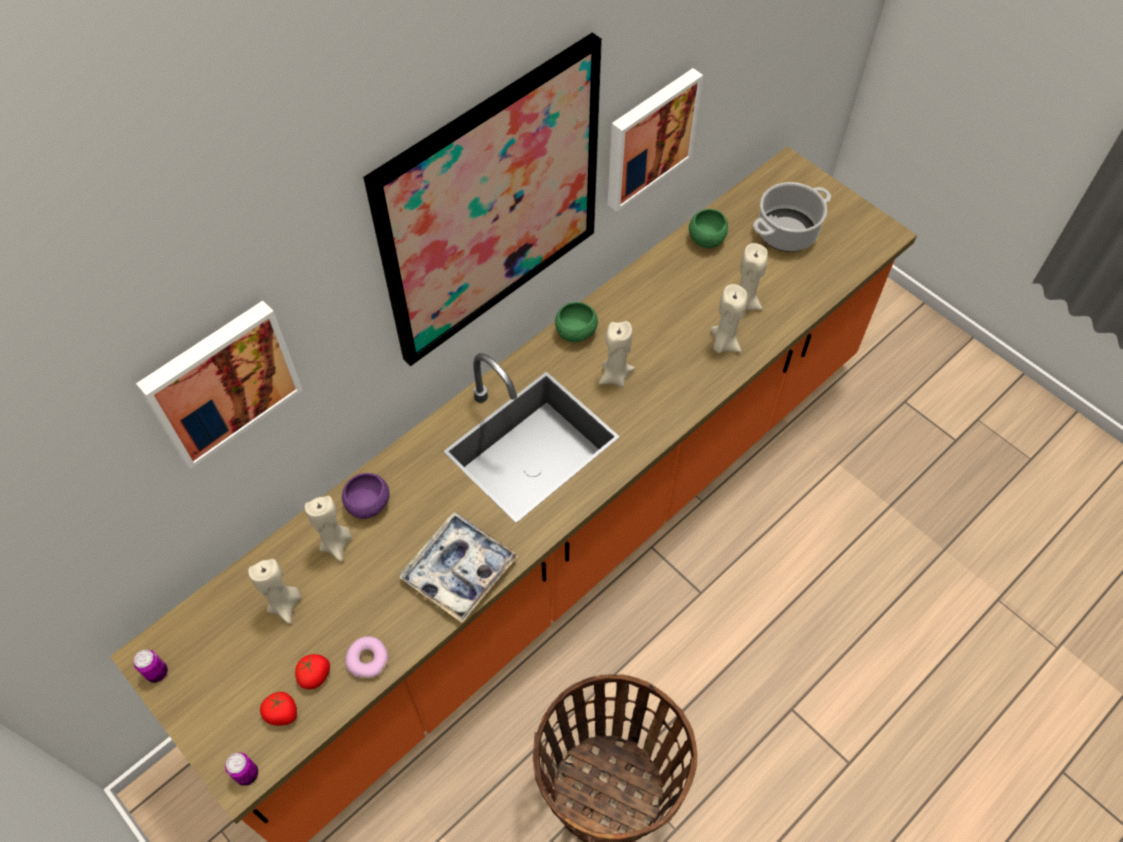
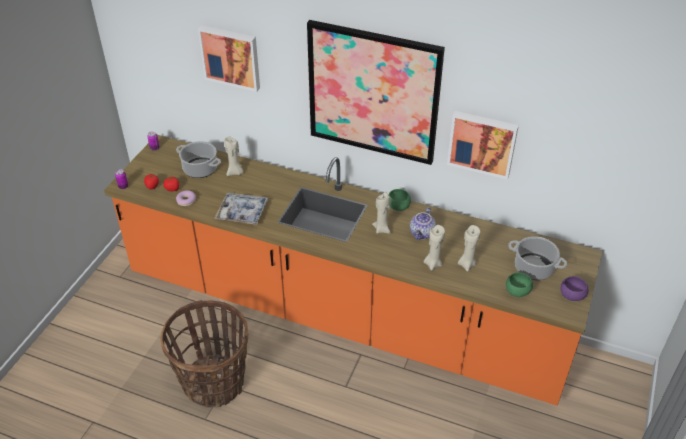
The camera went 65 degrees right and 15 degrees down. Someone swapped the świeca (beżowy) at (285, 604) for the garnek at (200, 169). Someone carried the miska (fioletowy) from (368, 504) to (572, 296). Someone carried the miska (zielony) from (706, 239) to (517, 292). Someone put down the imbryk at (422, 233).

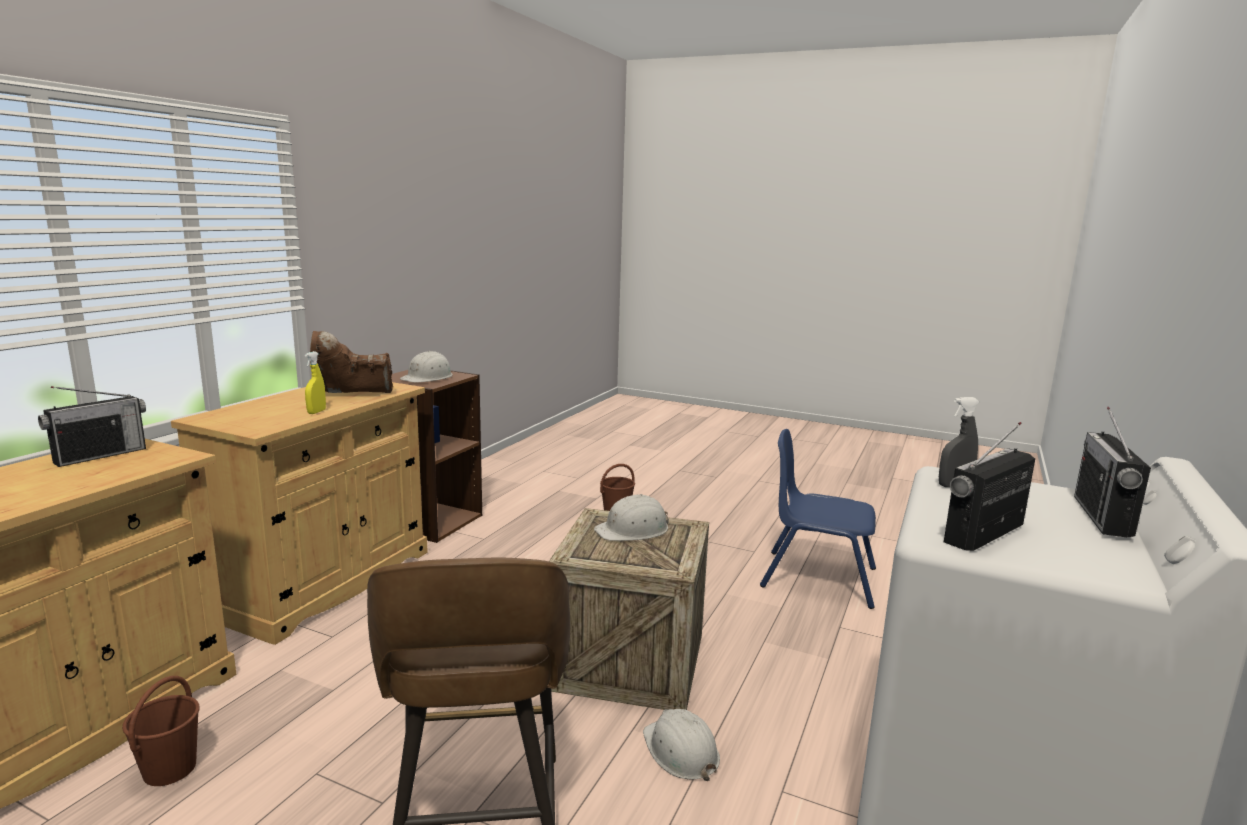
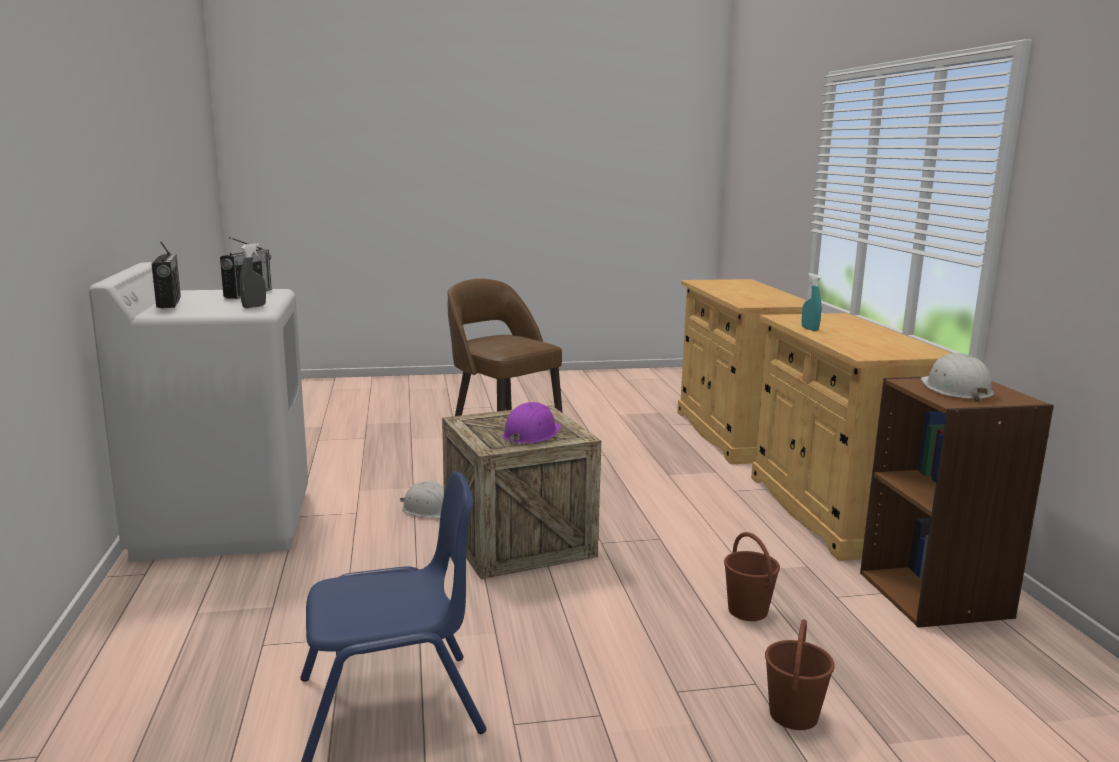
The camera went 145 degrees right and 0 degrees up. Someone took away the radio at (100, 455). Someone carried the wiadro (brązowy) from (170, 768) to (748, 611). Someone repainted the spryskiwacz (żółty) at (316, 412), which became the spryskiwacz (turkusowy) at (809, 329). Someone took away the but z cholewką (brązowy) at (351, 396). Someone repainted the kask (biały) at (633, 530), which became the kask (fioletowy) at (531, 434).

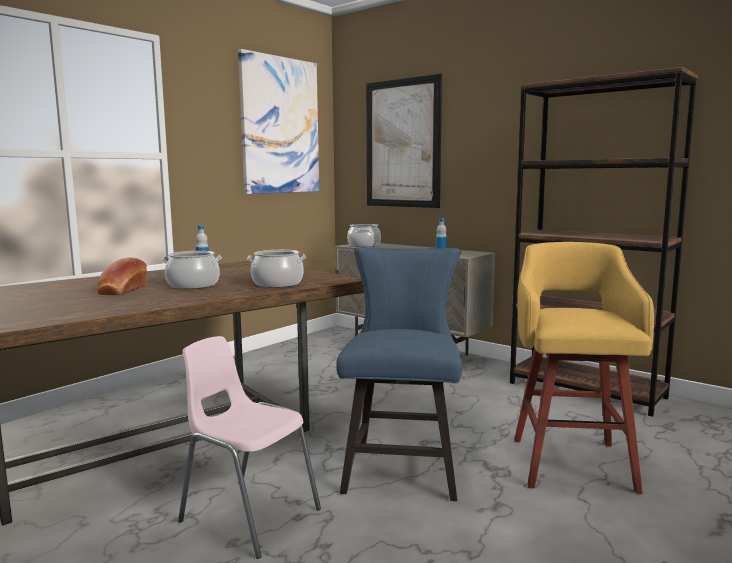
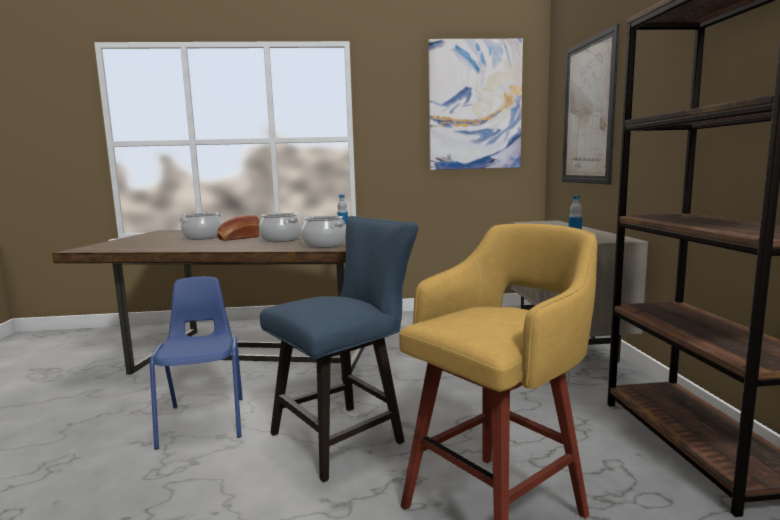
The camera went 45 degrees right and 0 degrees up. Someone repainted the krzesło (różowy) at (249, 515), which became the krzesło (niebieski) at (205, 421). Someone carried the garnek from (364, 245) to (203, 237).

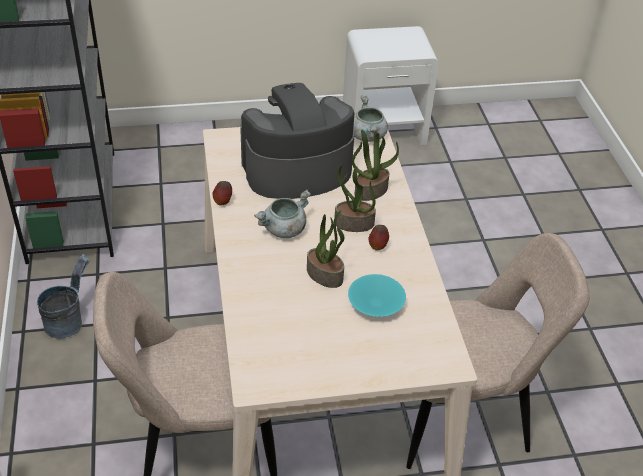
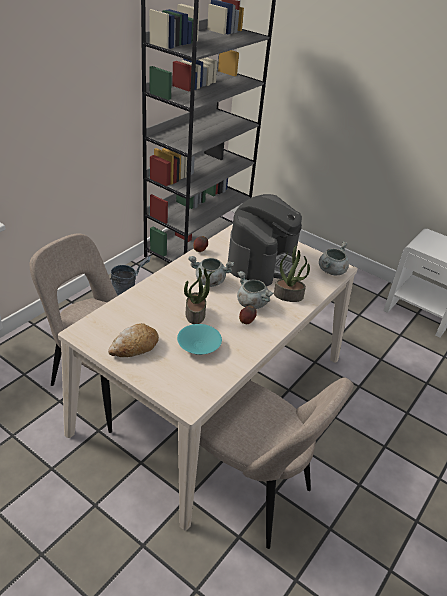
The camera went 45 degrees right and 5 degrees down. Someone rotated the ekspres do kawy at (296, 169) by 90 degrees clockwise. Someone swapped the roślina doniczkowa at (353, 224) for the garnek (szary) at (251, 303). Someone put down the chleb at (134, 347).

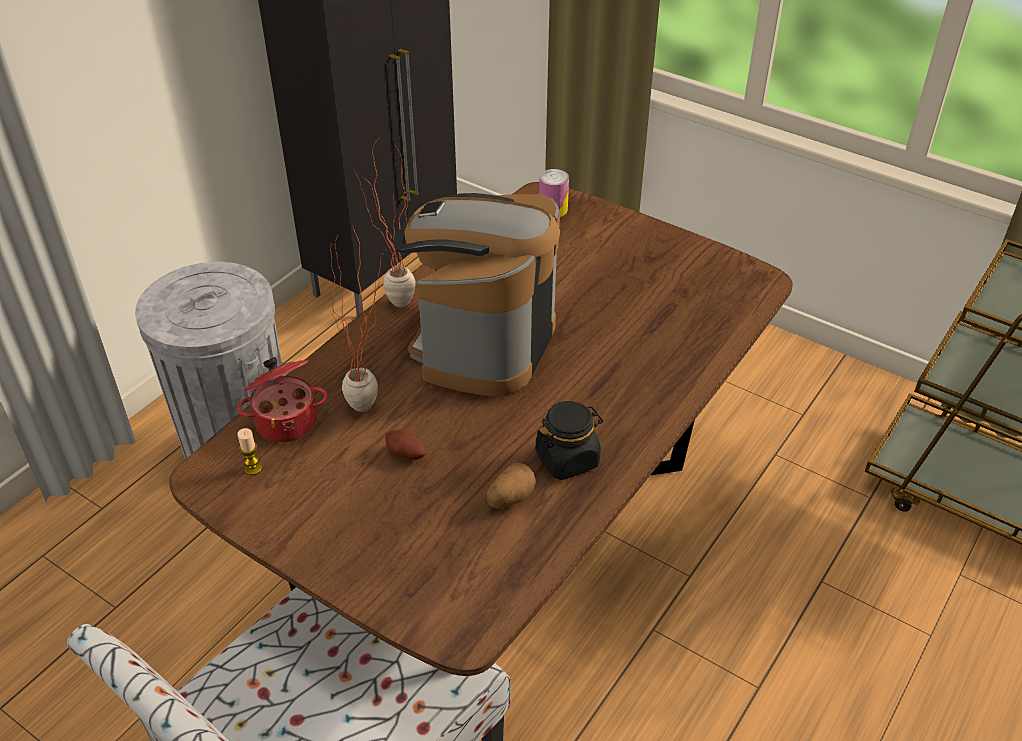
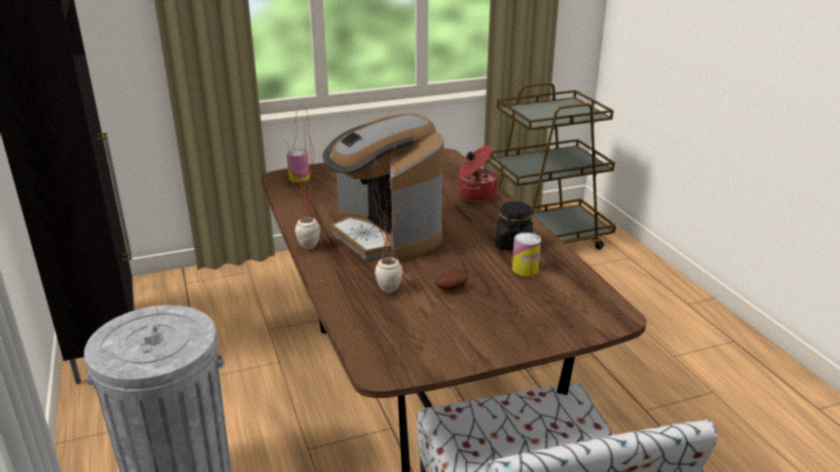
The camera went 55 degrees left and 15 degrees down. Someone carried the garnek from (286, 421) to (476, 194). Someone took away the świeca at (253, 468). Someone swapped the ziemniak at (510, 497) for the puszka at (525, 269).

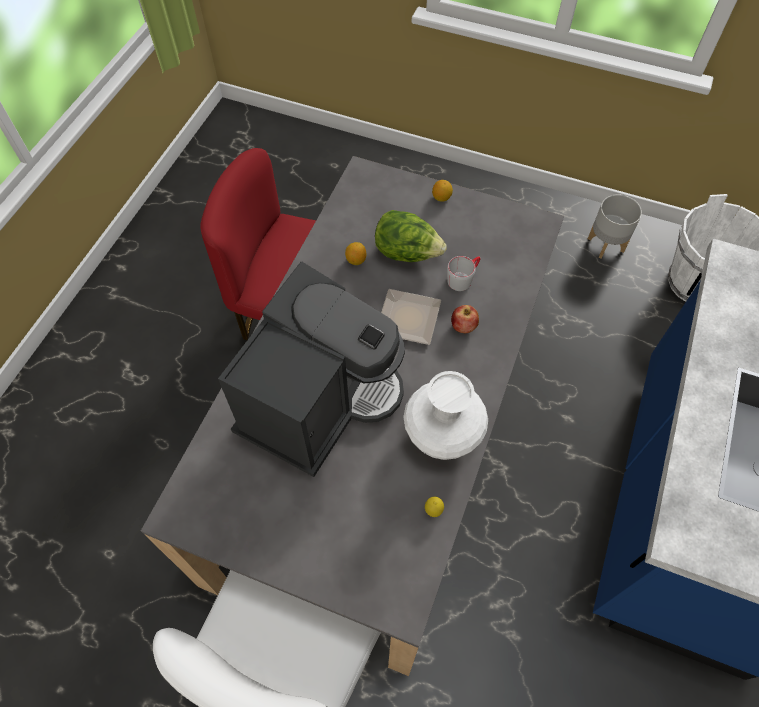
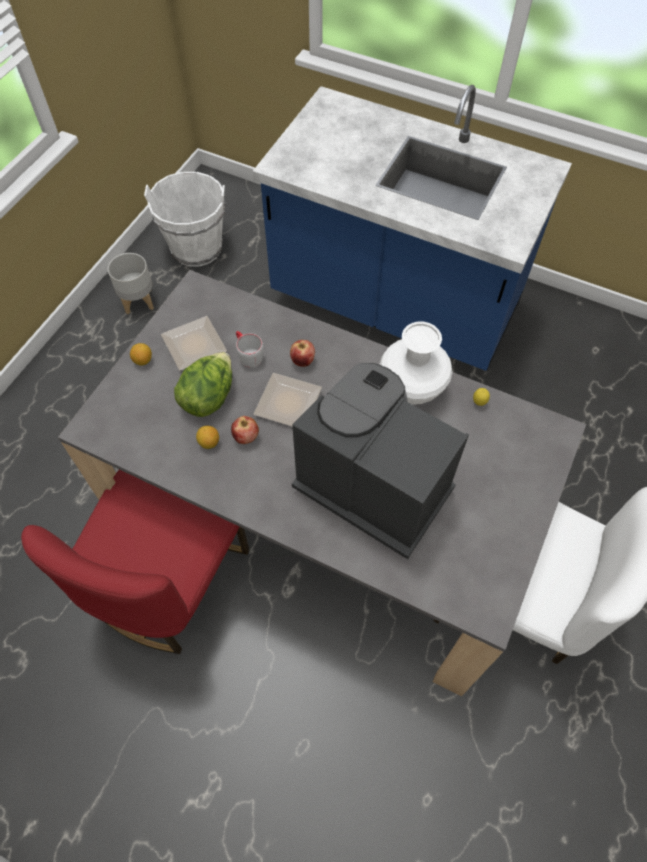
The camera went 85 degrees left and 0 degrees up. Someone put down the talerz at (192, 344). Someone put down the jabłko at (246, 437).

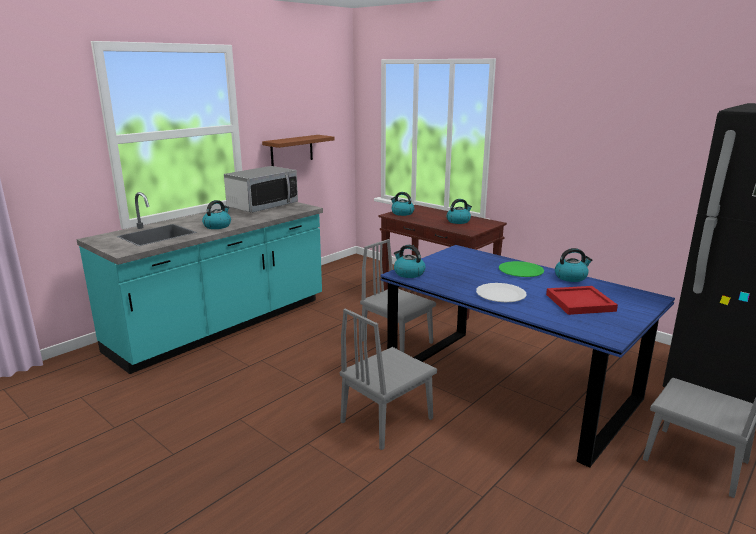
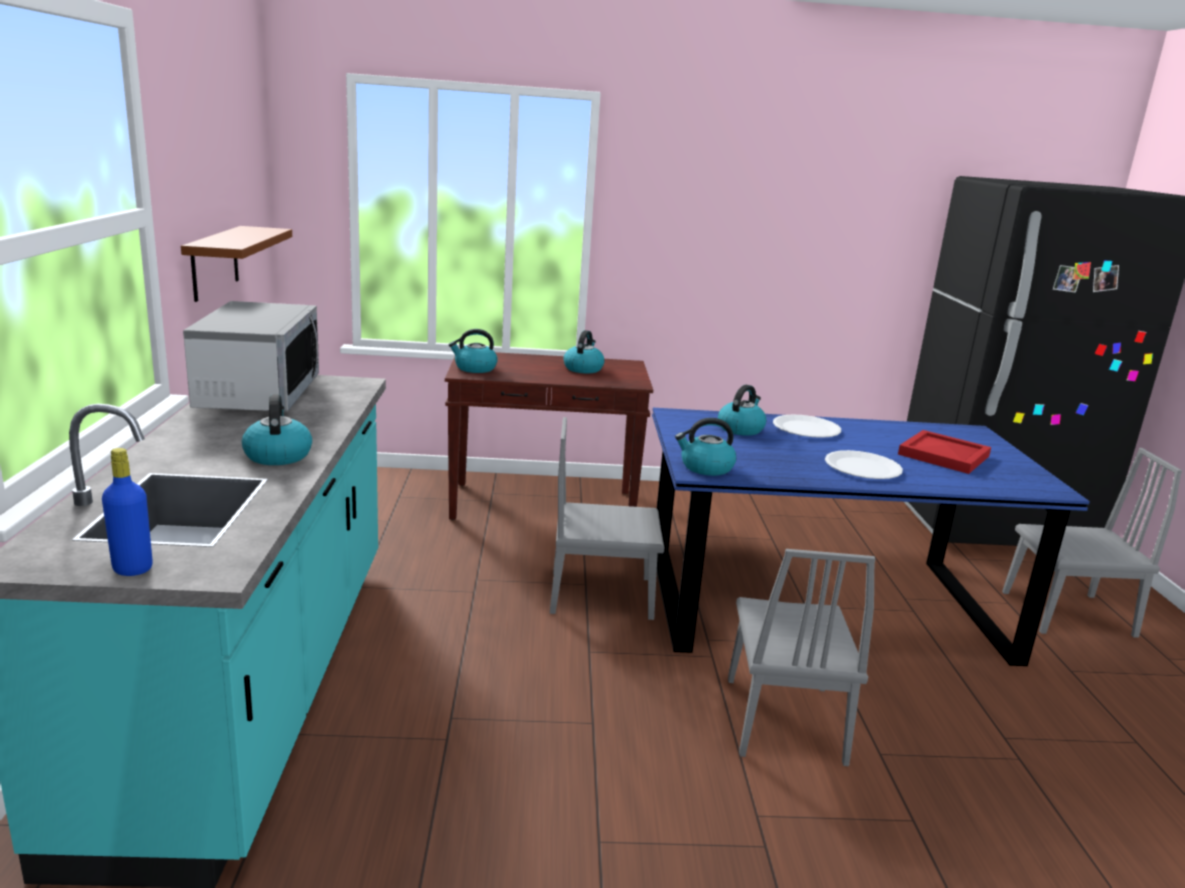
The camera went 45 degrees left and 0 degrees up. Someone repainted the talerz (zielony) at (520, 271), which became the talerz (biały) at (806, 428). Someone carried the czajnik from (571, 277) to (740, 429). Someone put down the butelka (niebieski) at (133, 568).

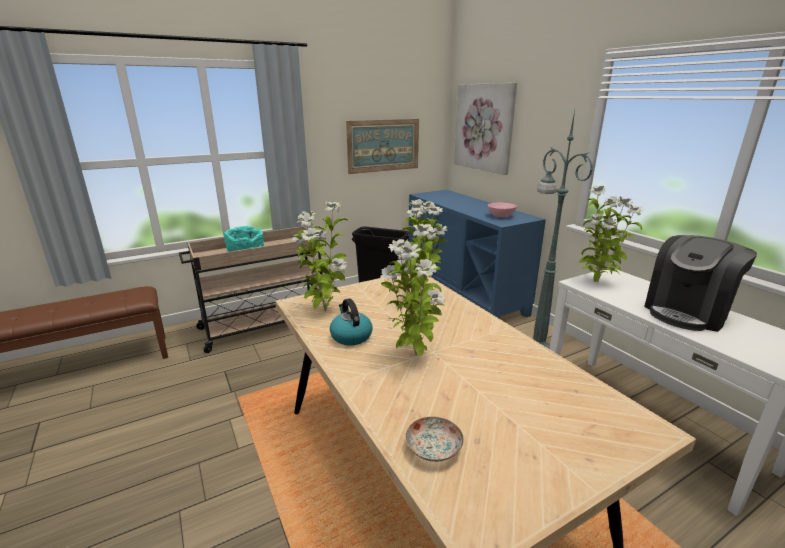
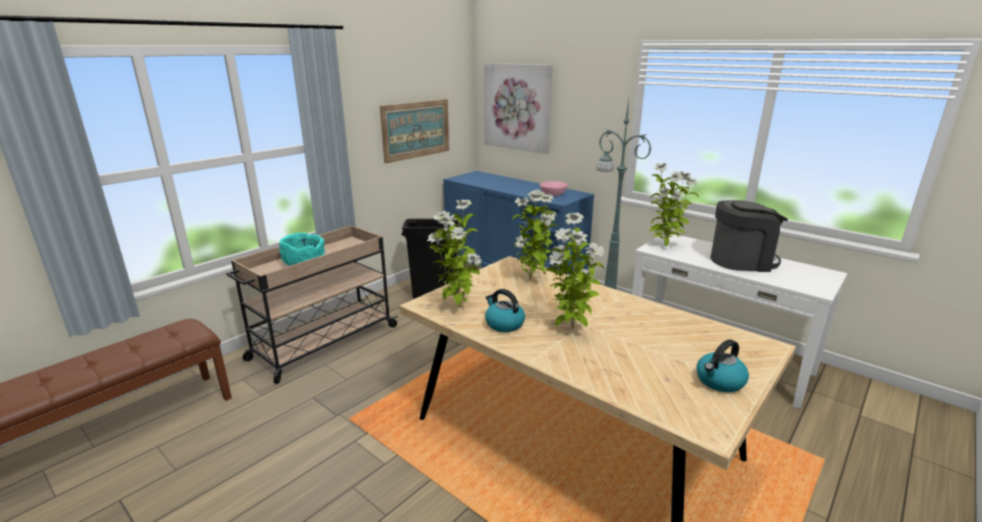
The camera went 20 degrees left and 0 degrees up. Someone took away the talerz at (434, 448). Someone rotated the ekspres do kawy at (687, 312) by 120 degrees counterclockwise. Someone put down the czajnik at (719, 381).

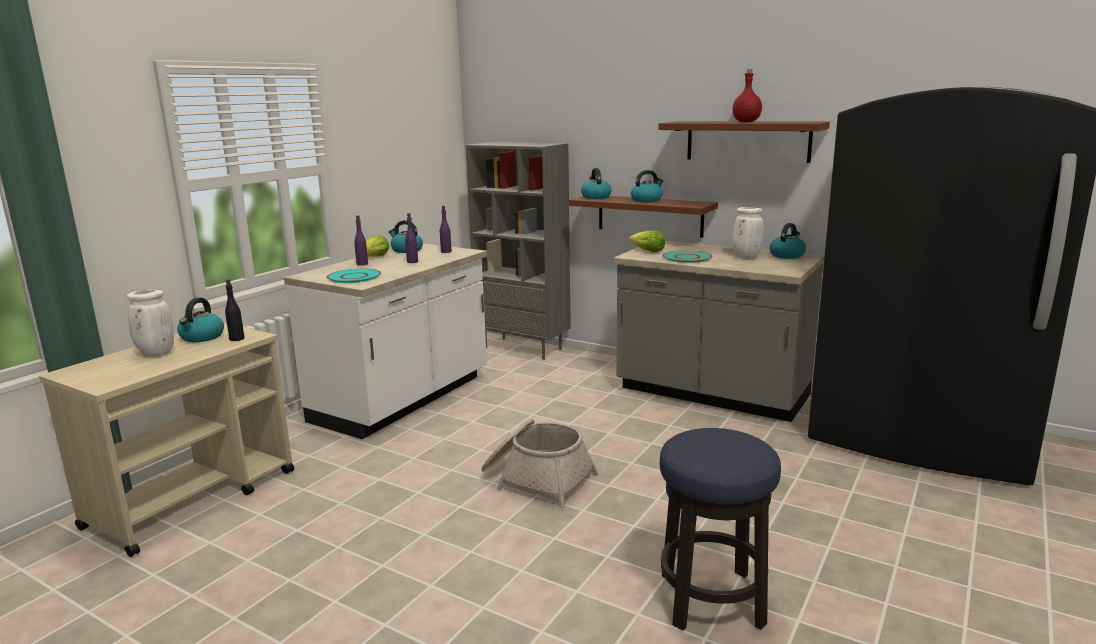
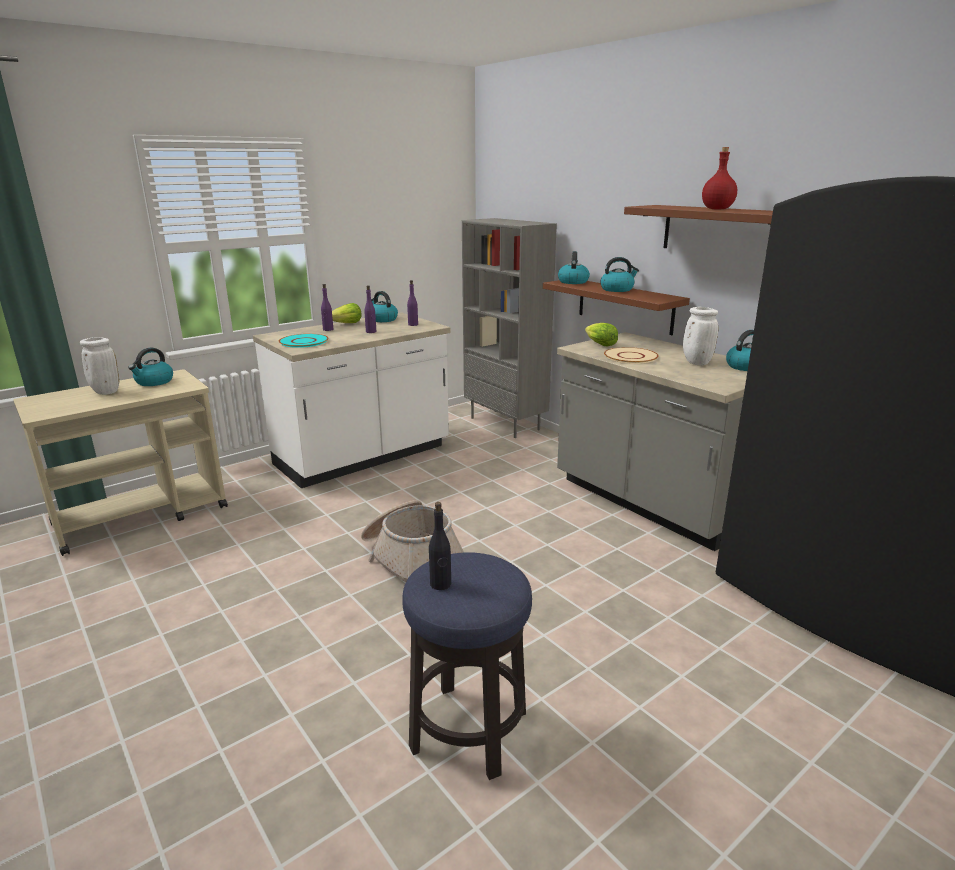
The camera went 20 degrees right and 5 degrees up. Someone carried the butelka (czarny) from (237, 339) to (440, 584). Someone repainted the talerz (turkusowy) at (686, 258), which became the talerz (beżowy) at (630, 356).

